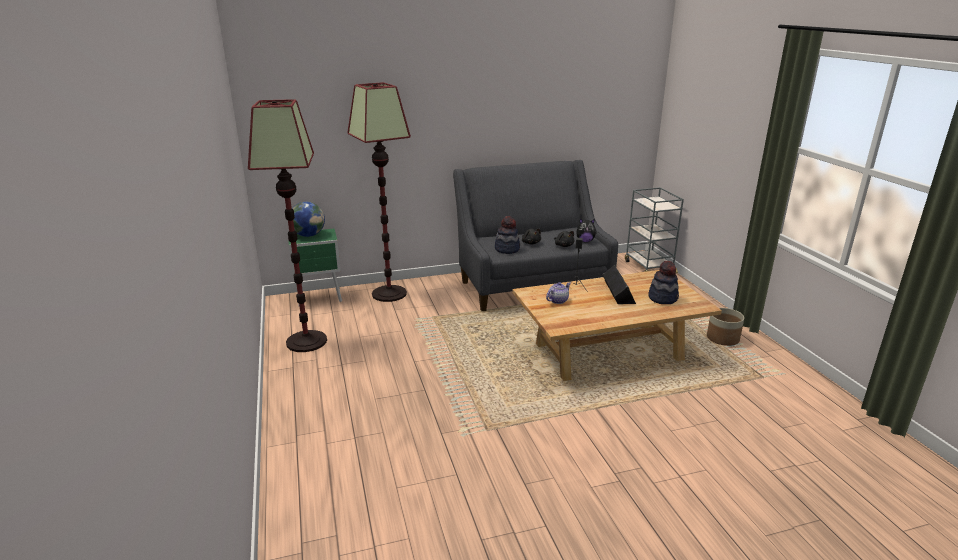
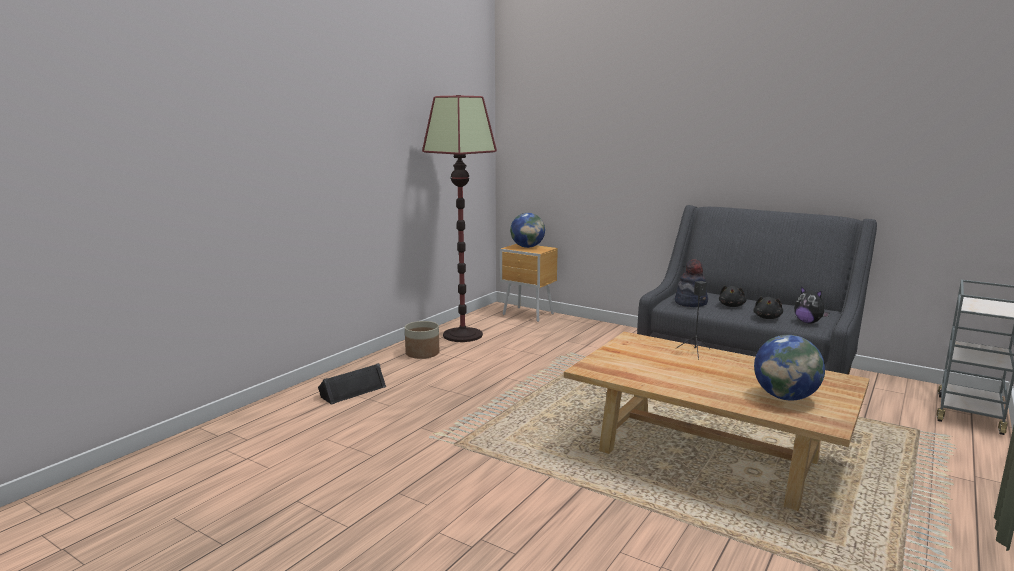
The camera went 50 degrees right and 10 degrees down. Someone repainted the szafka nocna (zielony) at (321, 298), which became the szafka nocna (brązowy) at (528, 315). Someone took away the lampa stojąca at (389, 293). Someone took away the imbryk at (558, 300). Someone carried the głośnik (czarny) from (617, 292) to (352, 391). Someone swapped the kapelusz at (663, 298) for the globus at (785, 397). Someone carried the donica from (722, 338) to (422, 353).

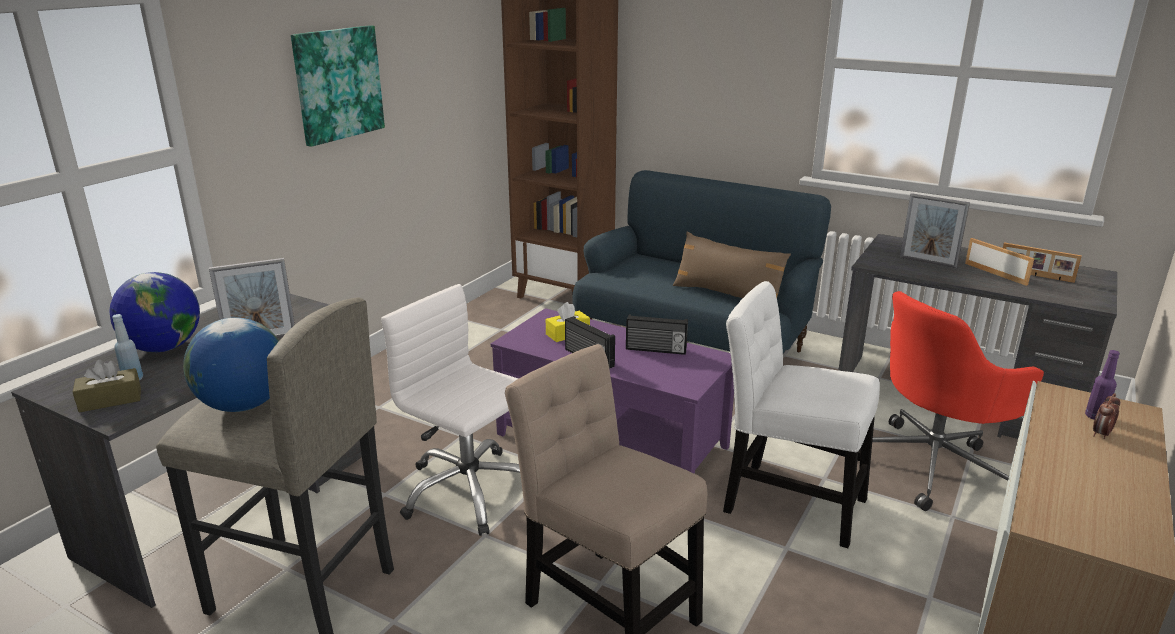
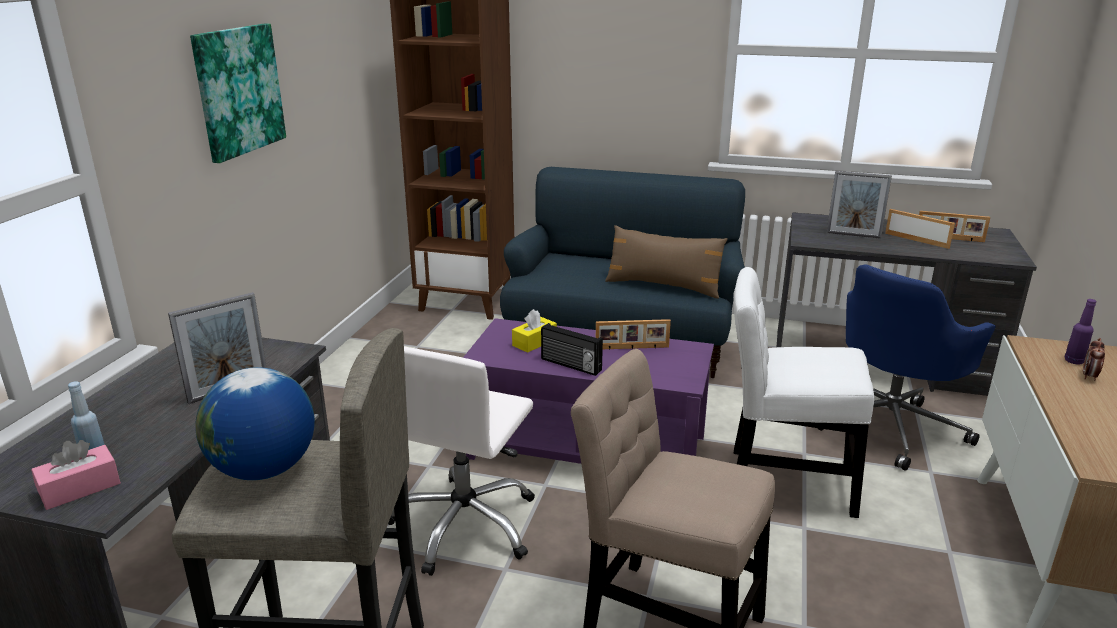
The camera went 15 degrees left and 0 degrees up. Someone repainted the pudełko chusteczek (brązowy) at (110, 400), which became the pudełko chusteczek (różowy) at (80, 488). Someone took away the globus at (163, 348). Someone rotated the krzesło biurowe (biały) at (468, 491) by 90 degrees counterclockwise. Someone swapped the radio at (656, 350) for the ramka na zdjęcie at (632, 348). Someone repainted the krzesło biurowe (czerwony) at (933, 465), which became the krzesło biurowe (niebieski) at (891, 426).

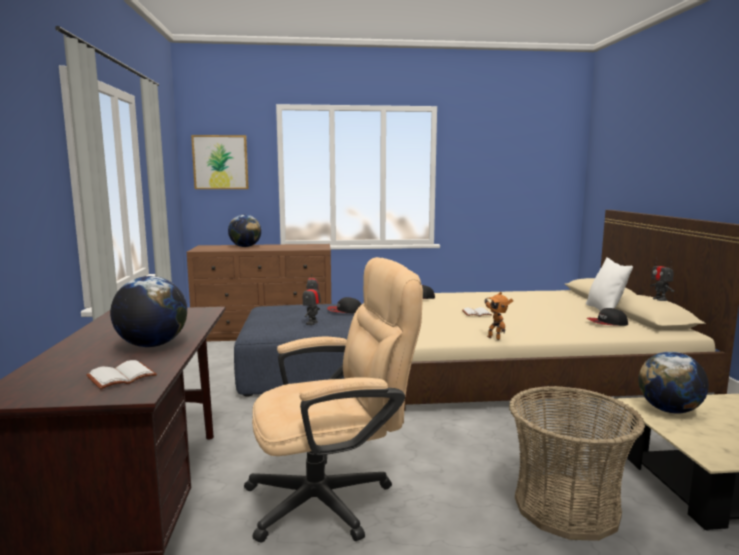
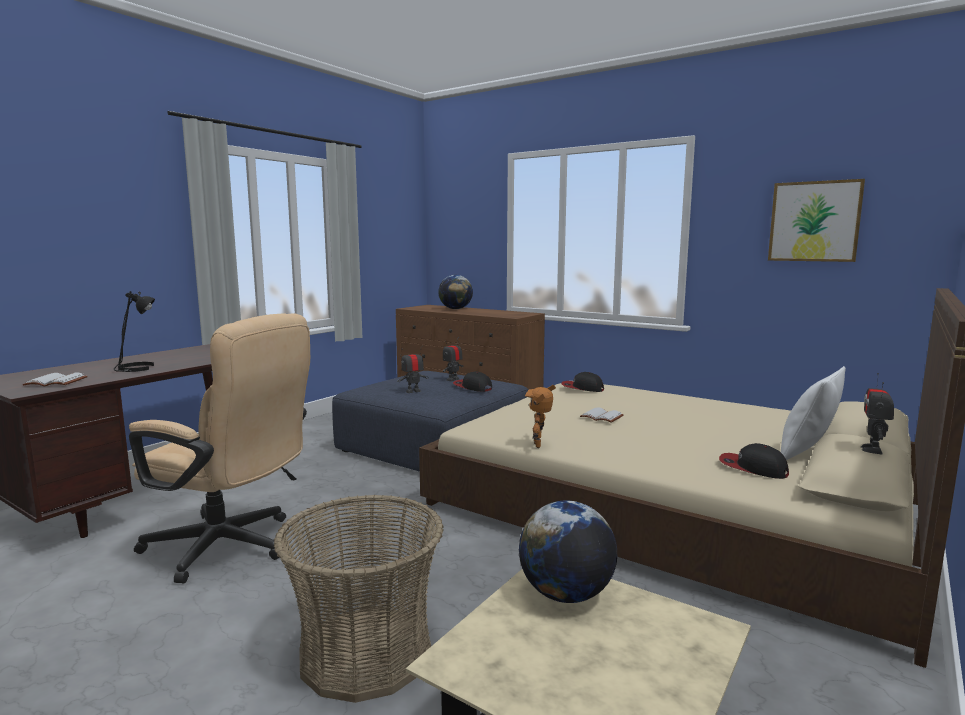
The camera went 40 degrees right and 0 degrees up. Someone swapped the globus at (152, 345) for the lampa stołowa (czarny) at (136, 369). Someone carried the obraz from (220, 162) to (814, 221).

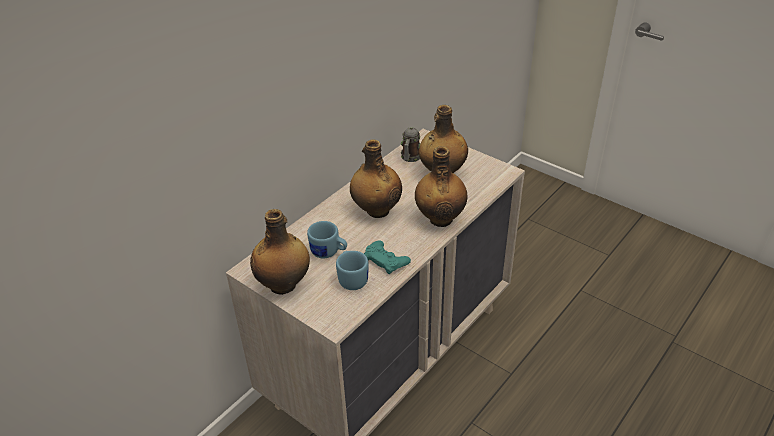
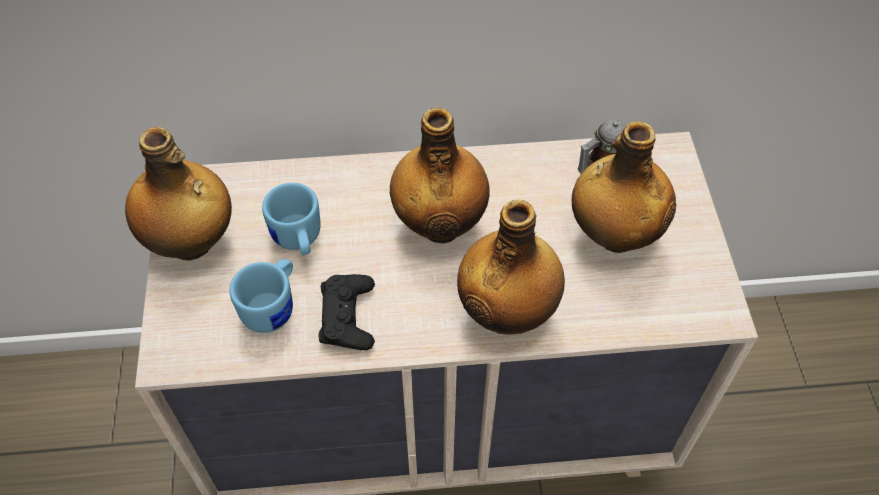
The camera went 45 degrees right and 15 degrees up. Someone repainted the pad do gier (turkusowy) at (386, 260), which became the pad do gier (czarny) at (348, 316).

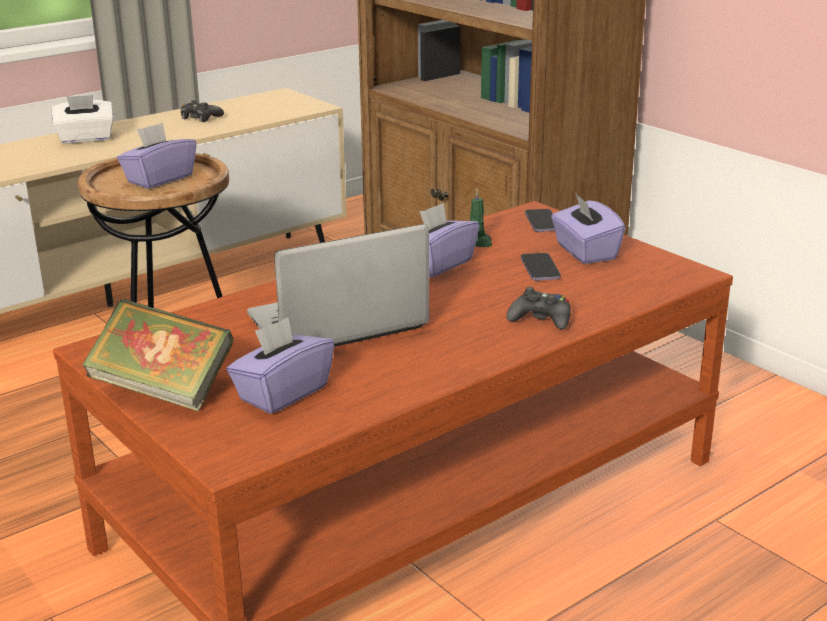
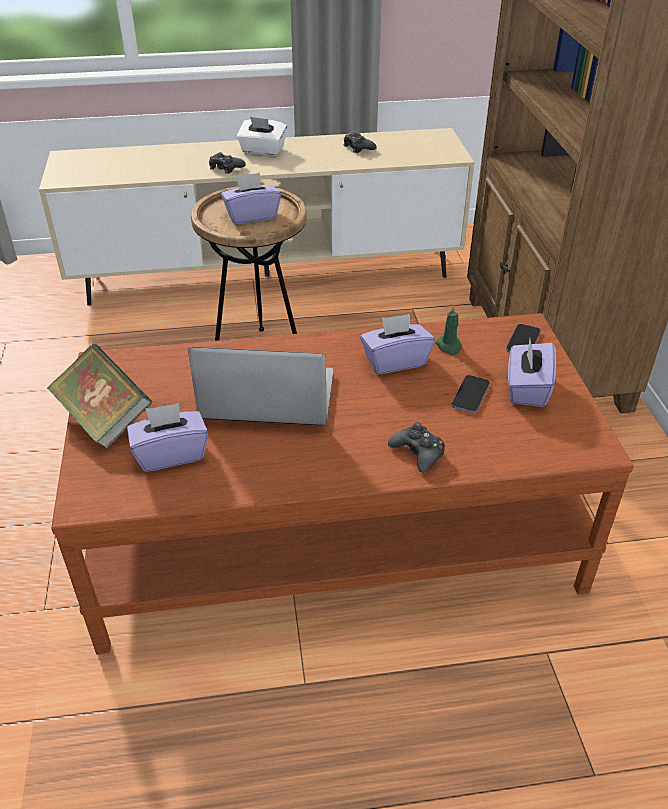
The camera went 30 degrees right and 15 degrees up. Someone put down the pad do gier (czarny) at (225, 168).

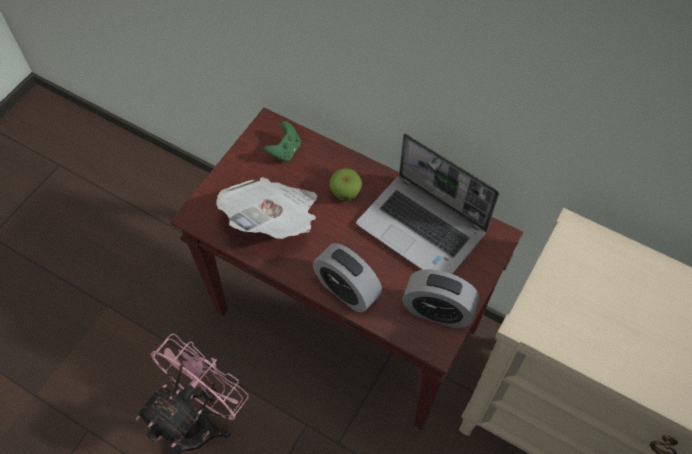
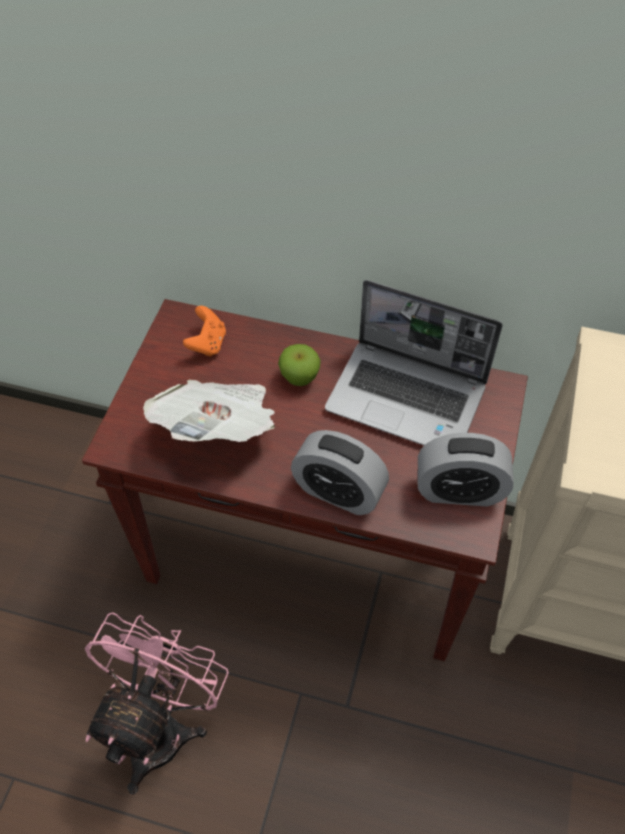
The camera went 15 degrees left and 5 degrees down. Someone repainted the pad do gier (zielony) at (285, 151), which became the pad do gier (pomarańczowy) at (207, 344).

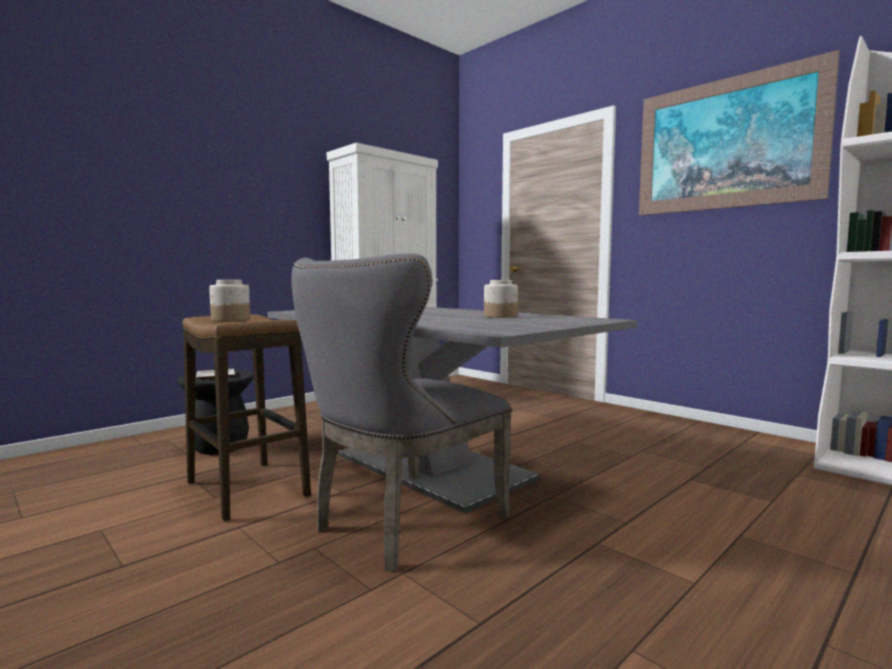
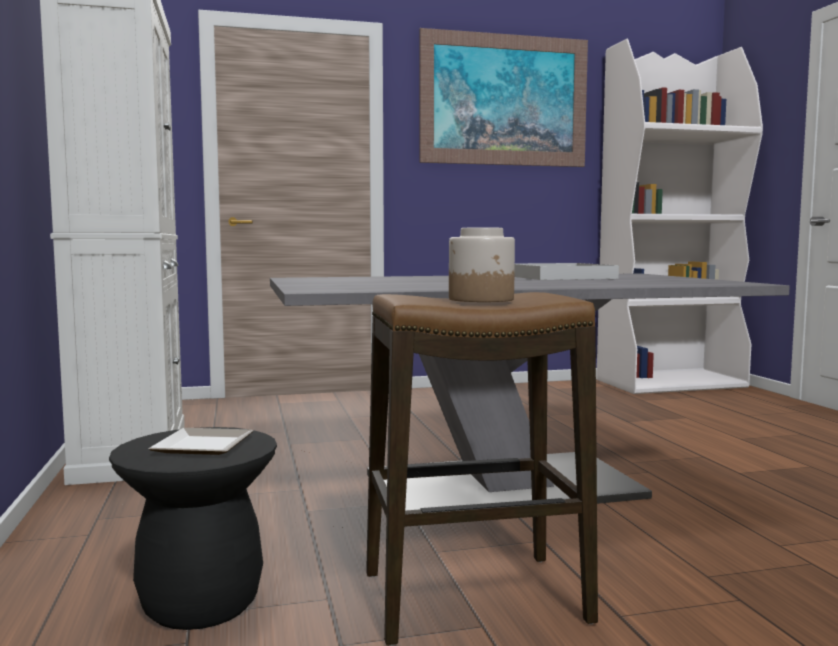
The camera went 60 degrees left and 0 degrees up. Someone took away the krzesło (szary) at (401, 525). Someone swapped the słoik at (500, 316) for the taca (biały) at (560, 277).

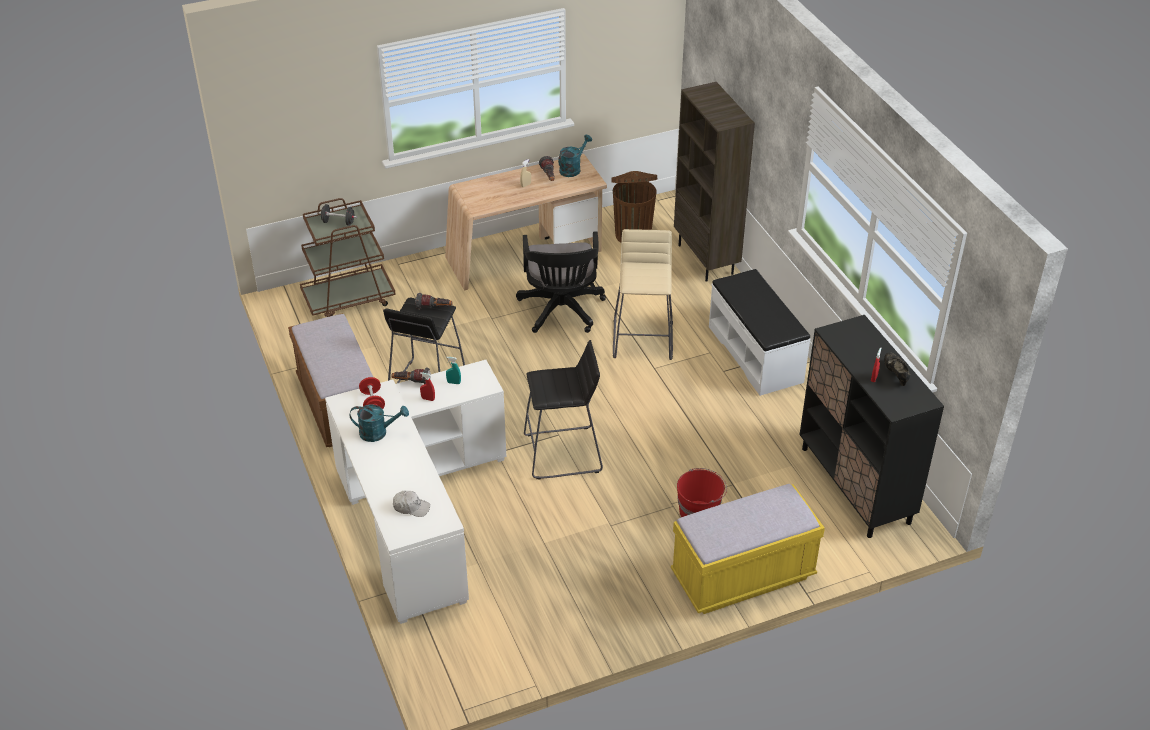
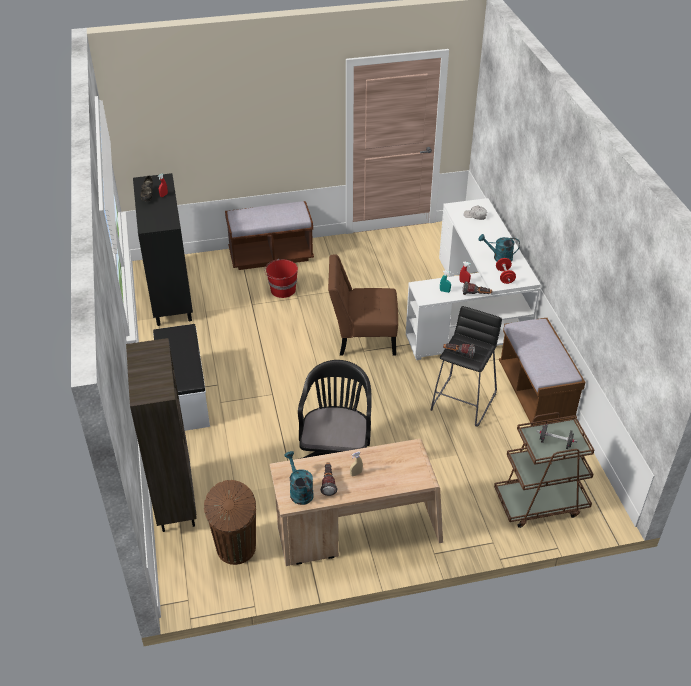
The camera went 170 degrees left and 0 degrees up. Someone swapped the stołek (czarny) at (563, 453) for the krzesło (brązowy) at (362, 337). Someone rotated the konewka (turkusowy) at (572, 168) by 105 degrees clockwise. Someone took away the stołek (beżowy) at (643, 339). Someone repainted the ławka (żółty) at (743, 576), which became the ławka (brązowy) at (271, 256).

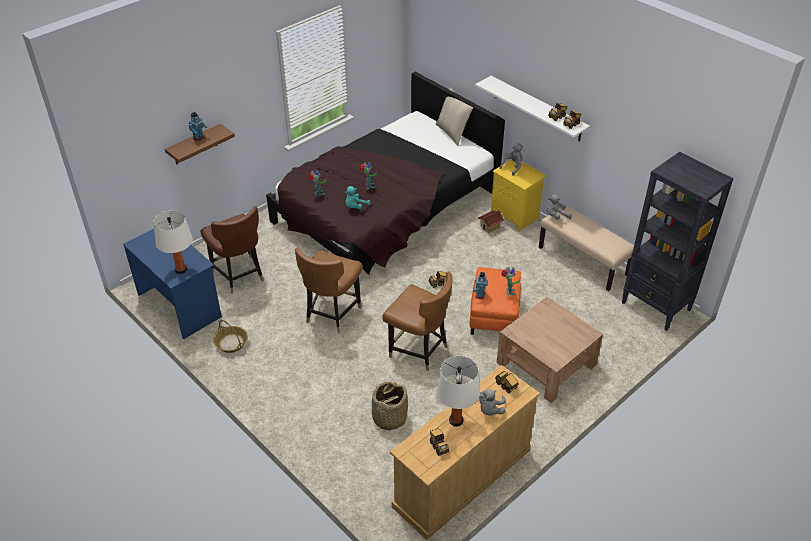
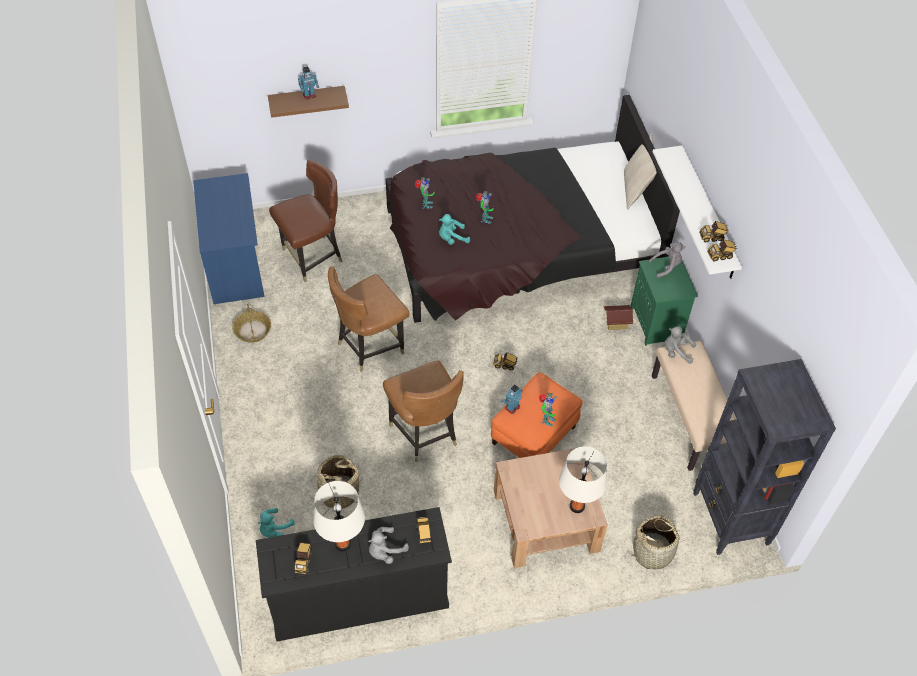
The camera went 30 degrees right and 10 degrees up. Someone carried the lampa stołowa (biały) from (181, 269) to (577, 506). Someone rotated the krzesło (brązowy) at (239, 275) by 120 degrees counterclockwise. Someone repainted the komoda (beżowy) at (462, 479), which became the komoda (czarny) at (358, 598). Someone repainted the szafka nocna (żółty) at (515, 216), which became the szafka nocna (zielony) at (657, 323). Someone put down the pluszak (turkusowy) at (274, 529). Someone put down the koszyk at (653, 552).

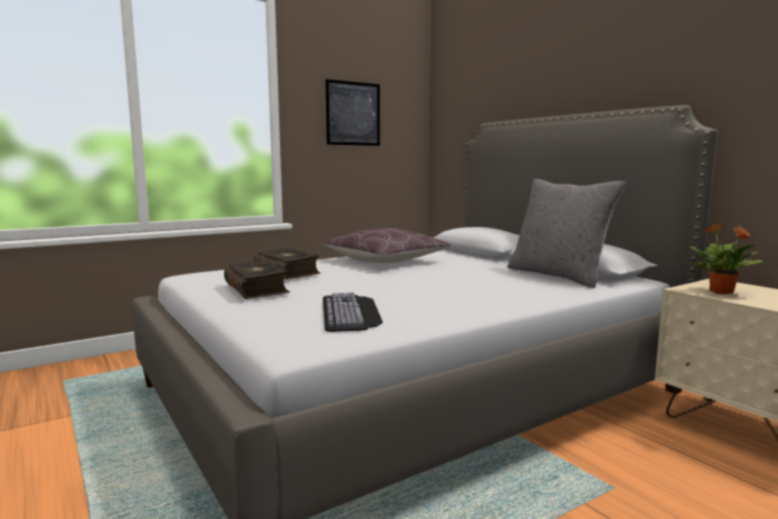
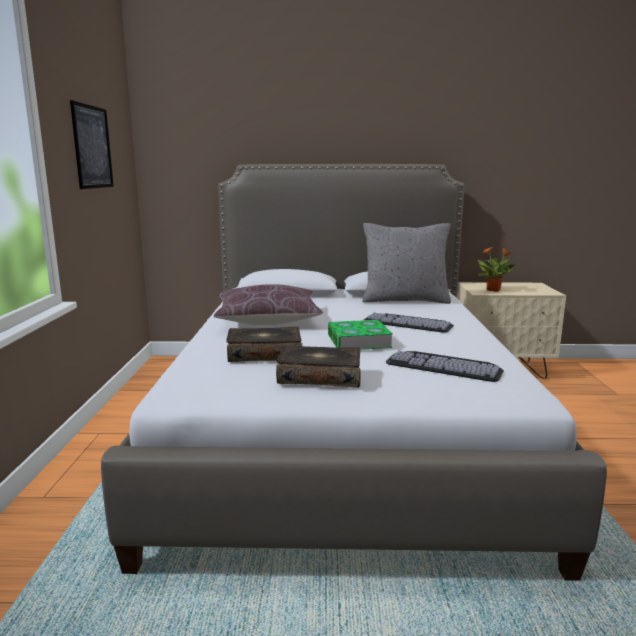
The camera went 55 degrees left and 5 degrees up. Someone put down the książka at (358, 341). Someone put down the klawiatura at (410, 322).

